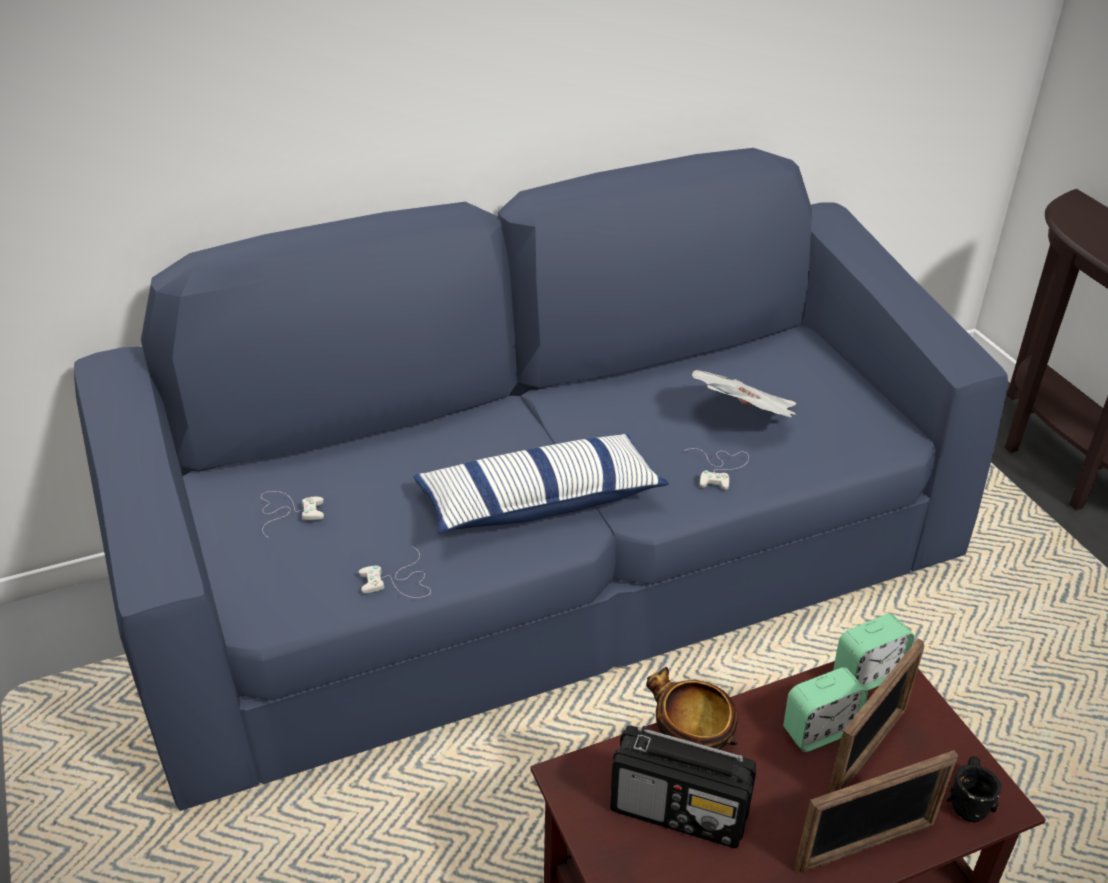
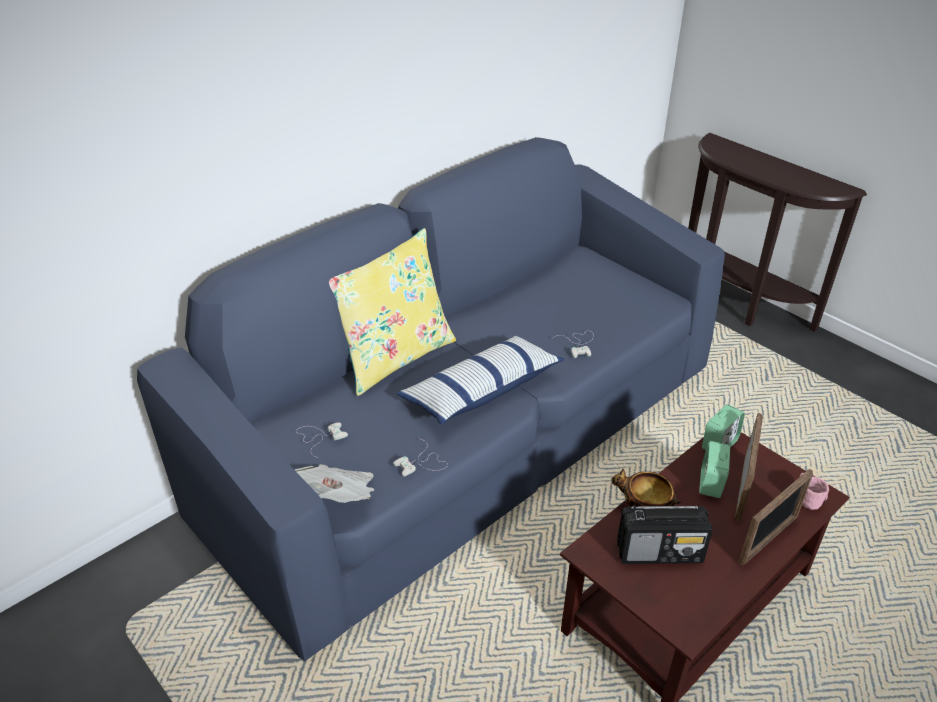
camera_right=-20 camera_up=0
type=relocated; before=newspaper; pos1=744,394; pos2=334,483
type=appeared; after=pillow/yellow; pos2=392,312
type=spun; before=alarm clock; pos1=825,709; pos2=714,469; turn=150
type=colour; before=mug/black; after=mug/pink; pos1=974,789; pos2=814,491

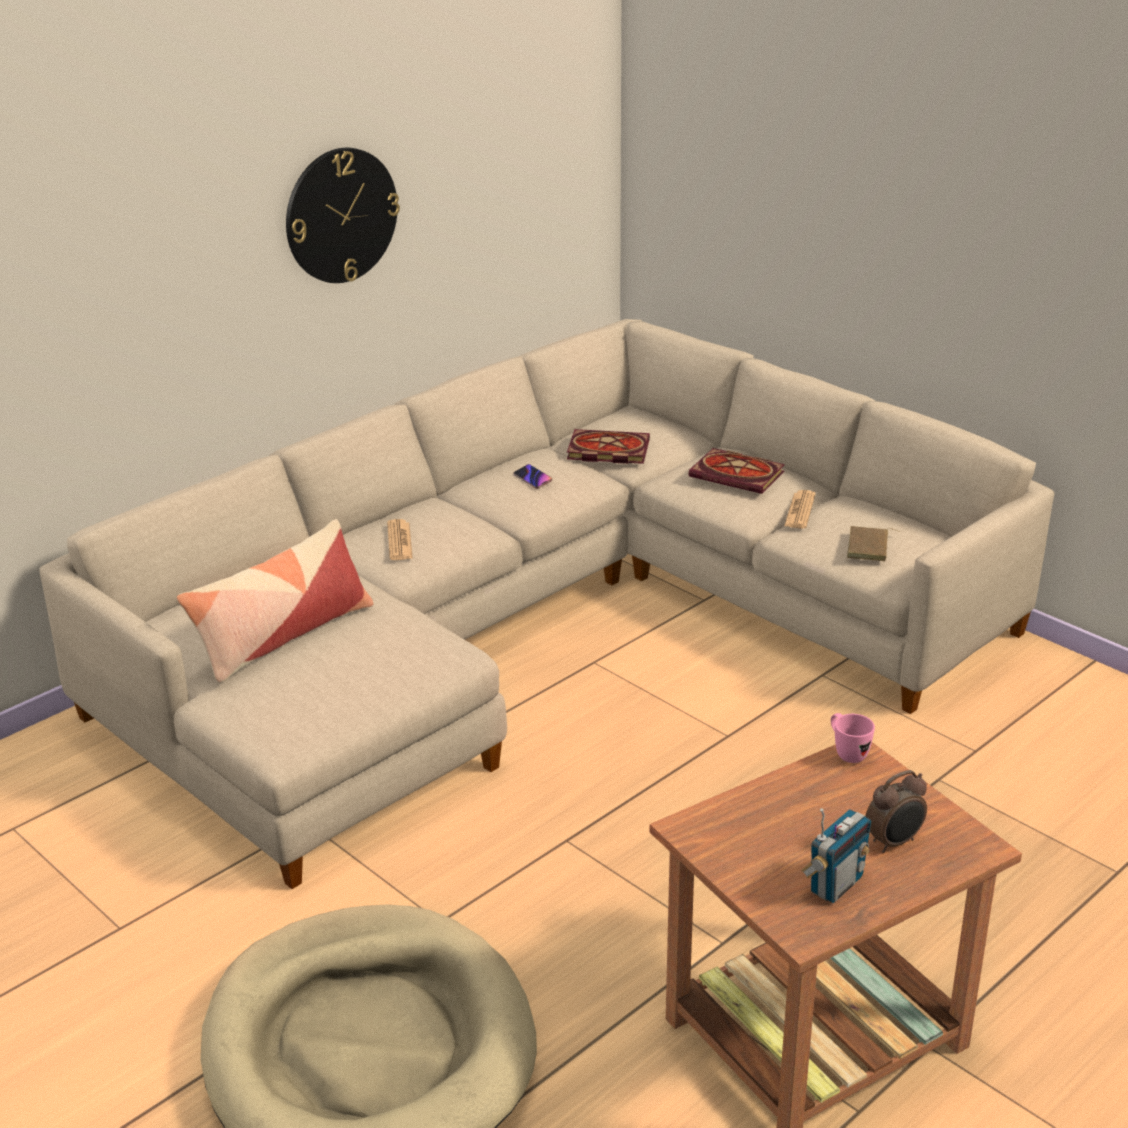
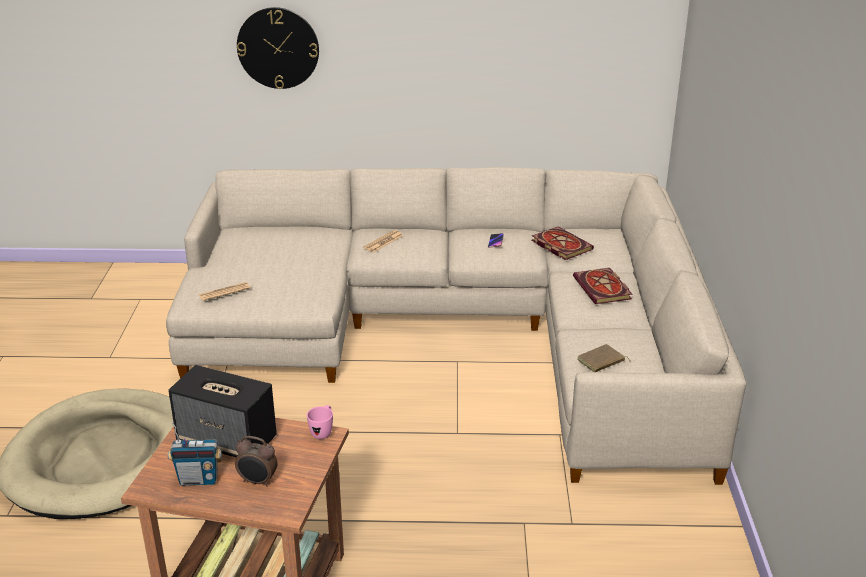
camera_right=45 camera_up=0
type=appeared; after=speaker; pos2=222,411
type=relocated; before=newspaper; pos1=799,509; pos2=224,291
type=relocated; before=wall clock; pos1=343,215; pos2=278,48
type=missing; before=pillow; pos1=274,601

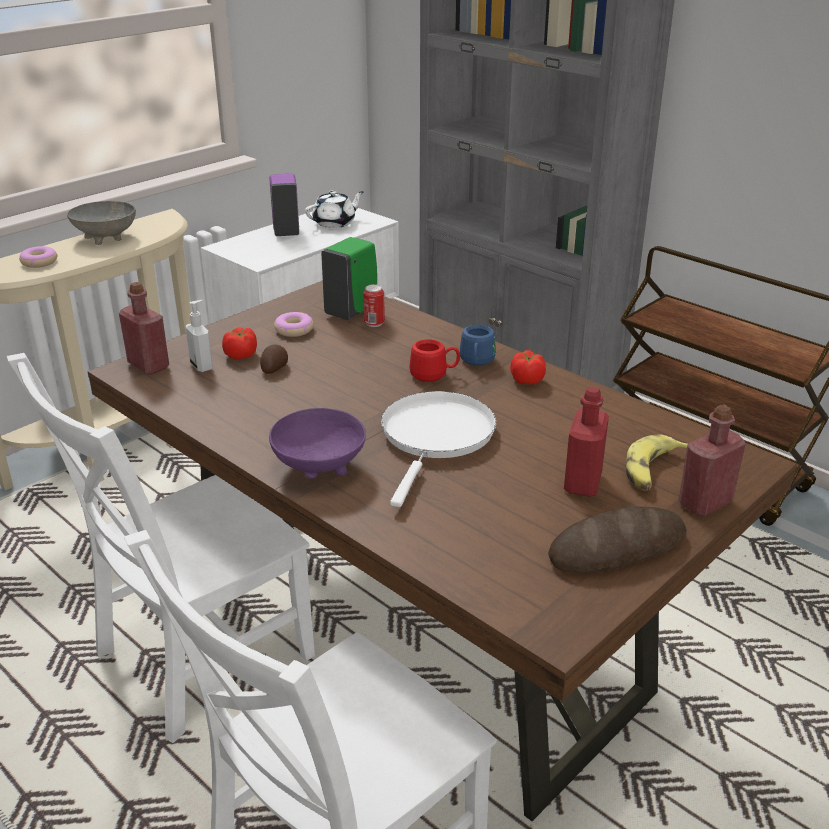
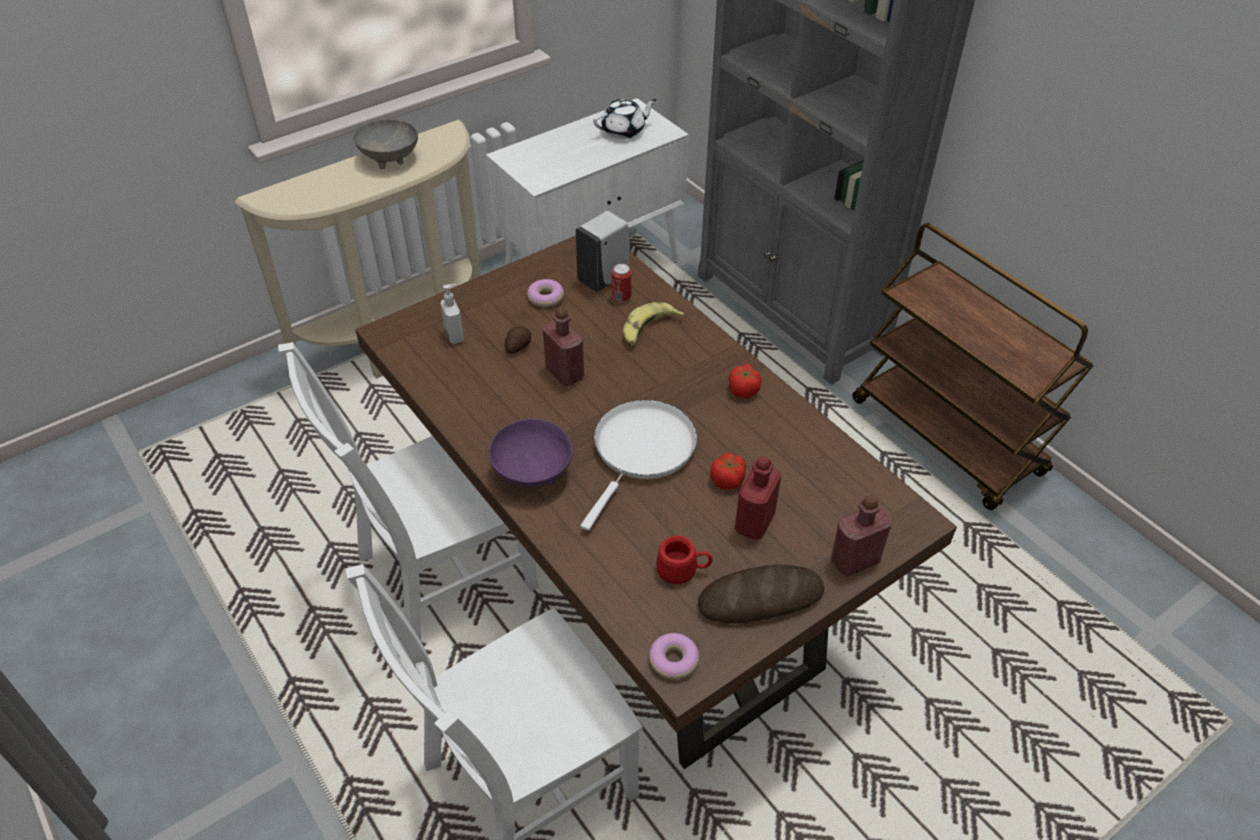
camera_right=10 camera_up=15
type=relocated; before=bottle/red; pos1=144,328; pos2=563,346
type=colour; before=soap dispenser/green; after=soap dispenser/white; pos1=349,278; pos2=602,251
type=relocated; before=banana; pos1=657,463; pos2=653,324
type=relocated; before=donut; pos1=38,257; pos2=674,656
type=relocated; before=mug/red; pos1=435,360; pos2=684,560
type=relocated; before=tomato; pos1=239,343; pos2=728,471
type=missing; before=soap dispenser/purple; pos1=284,205
type=missing; before=mug/blue; pos1=478,345

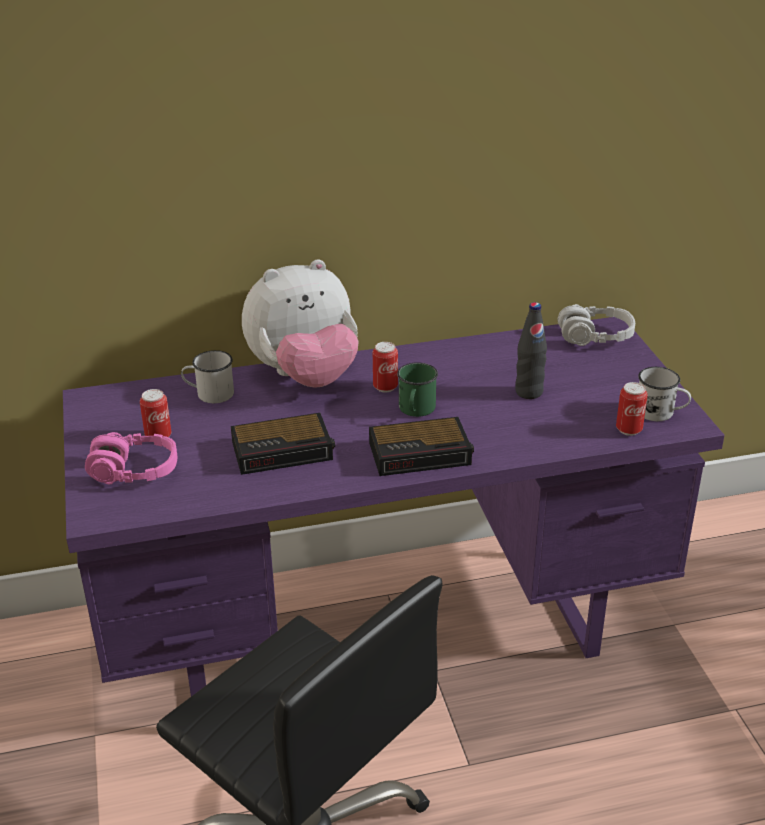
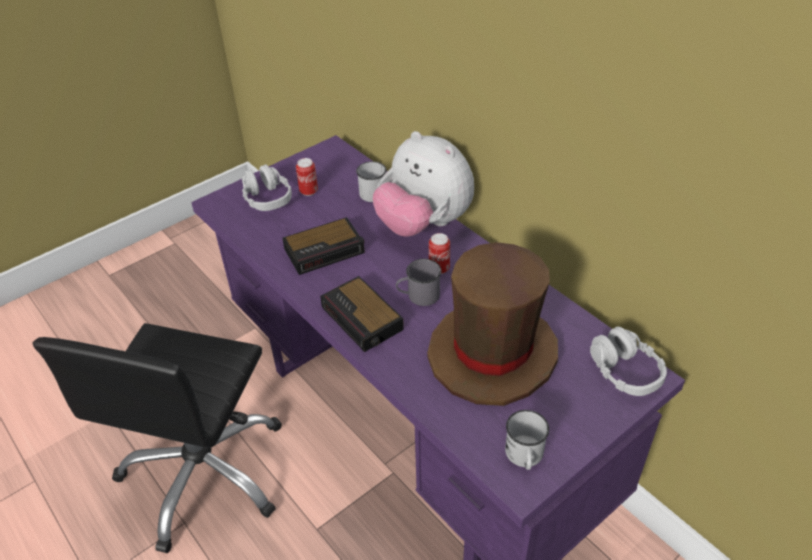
camera_right=65 camera_up=10
type=colour; before=headphones/pink; after=headphones/grey; pos1=131,458; pos2=266,188
type=spun; before=alarm clock; pos1=283,444; pos2=323,246; turn=-75
type=colour; before=mug/green; after=mug/grey; pos1=417,389; pos2=419,282
type=exchanged; before=bottle/black; after=hat/brown; pos1=531,350; pos2=492,324
type=missing; before=can; pos1=632,409

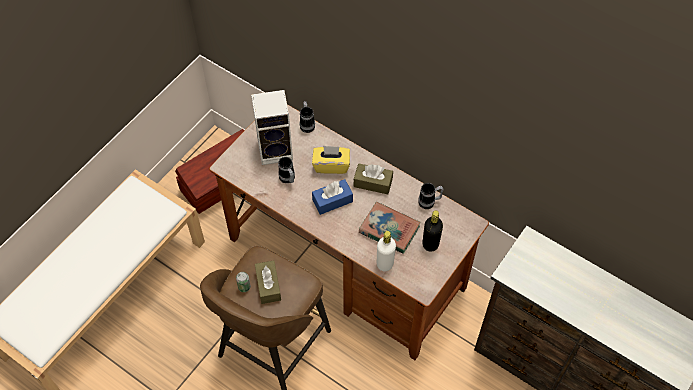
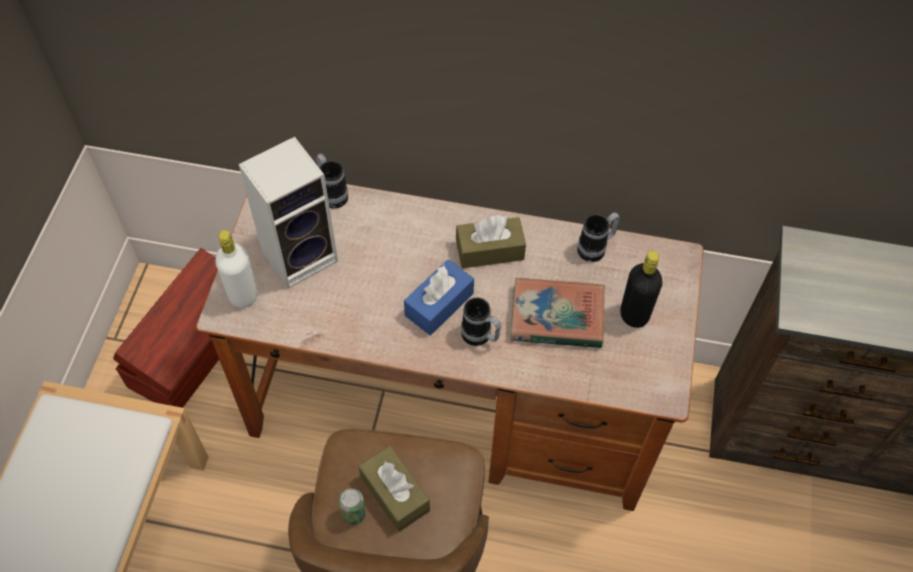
camera_right=-25 camera_up=0
type=relocated; before=bottle/white; pos1=386,251; pos2=236,269
type=relocated; before=mug; pos1=286,170; pos2=481,321
type=missing; before=tissue box/yellow; pos1=331,159

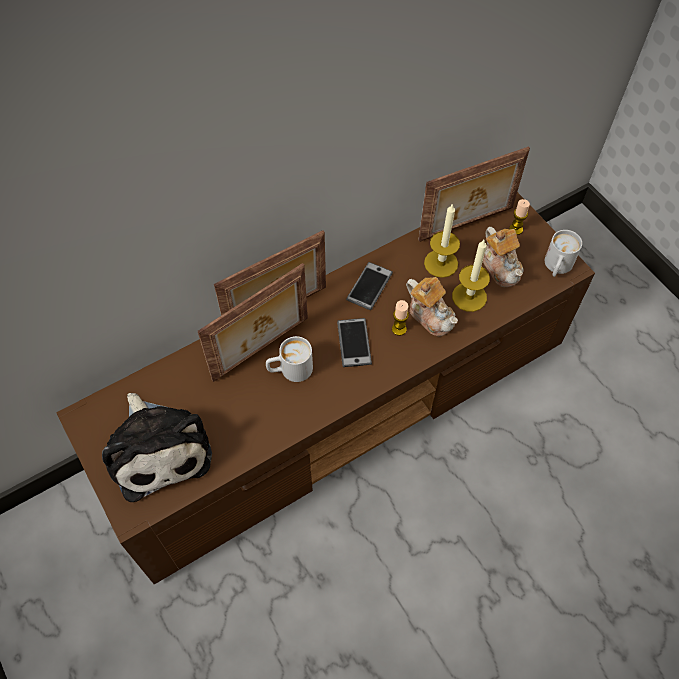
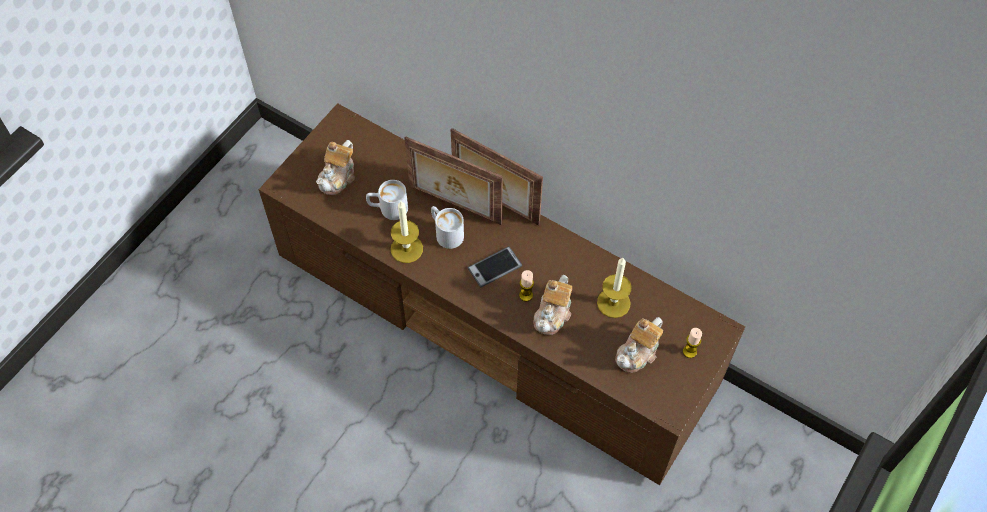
camera_right=65 camera_up=0
type=exchanged; before=plush toy; after=teapot; pos1=157,447; pos2=335,167
type=relocated; before=mug/white; pos1=563,253; pos2=387,200
type=relocated; before=candle; pos1=471,276; pos2=407,232
type=missing; before=phone; pos1=369,286
type=missing; before=picture frame; pos1=474,194

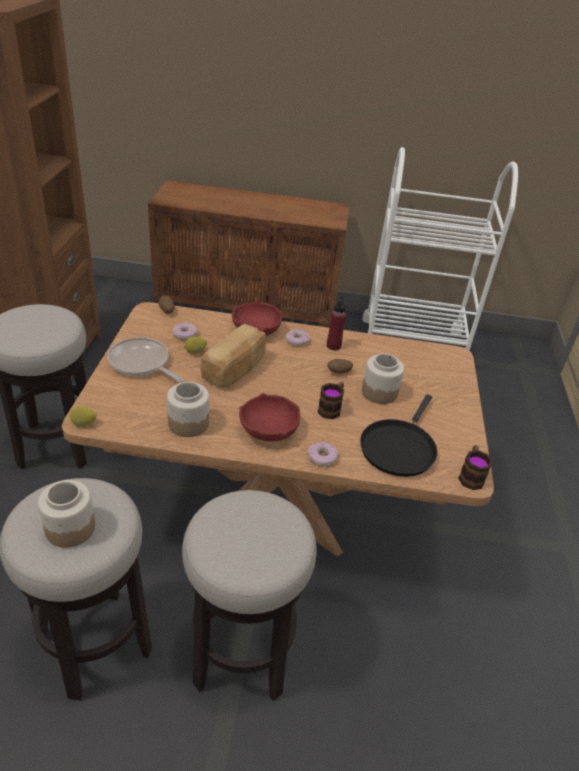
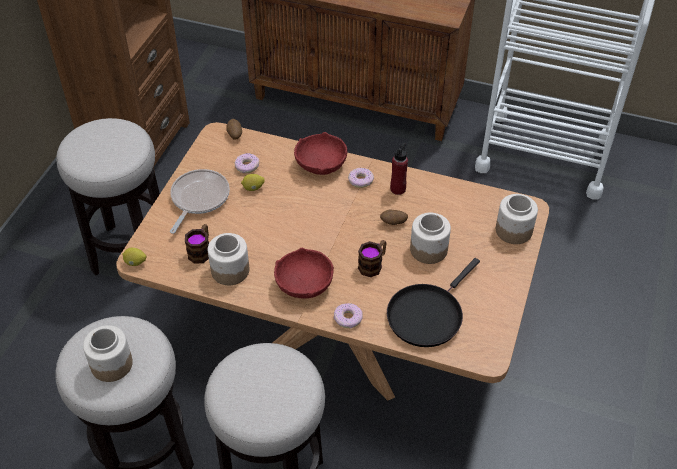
camera_right=15 camera_up=10
type=spun; before=frying pan; pos1=145,359; pos2=200,201; turn=60
type=relocated; before=mug; pos1=475,467; pos2=197,244
type=appeared; after=jar; pos2=517,219
type=missing; before=bread; pos1=233,355

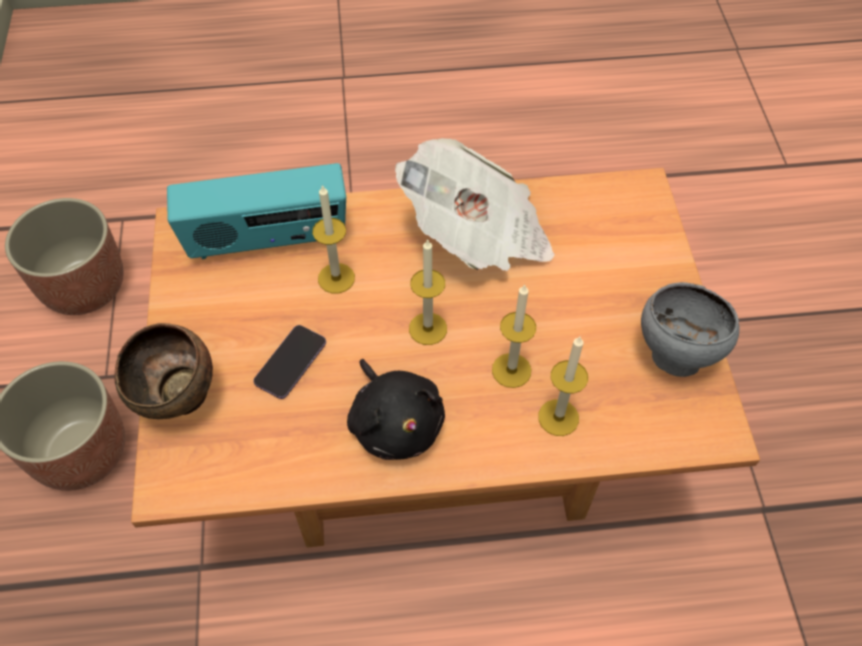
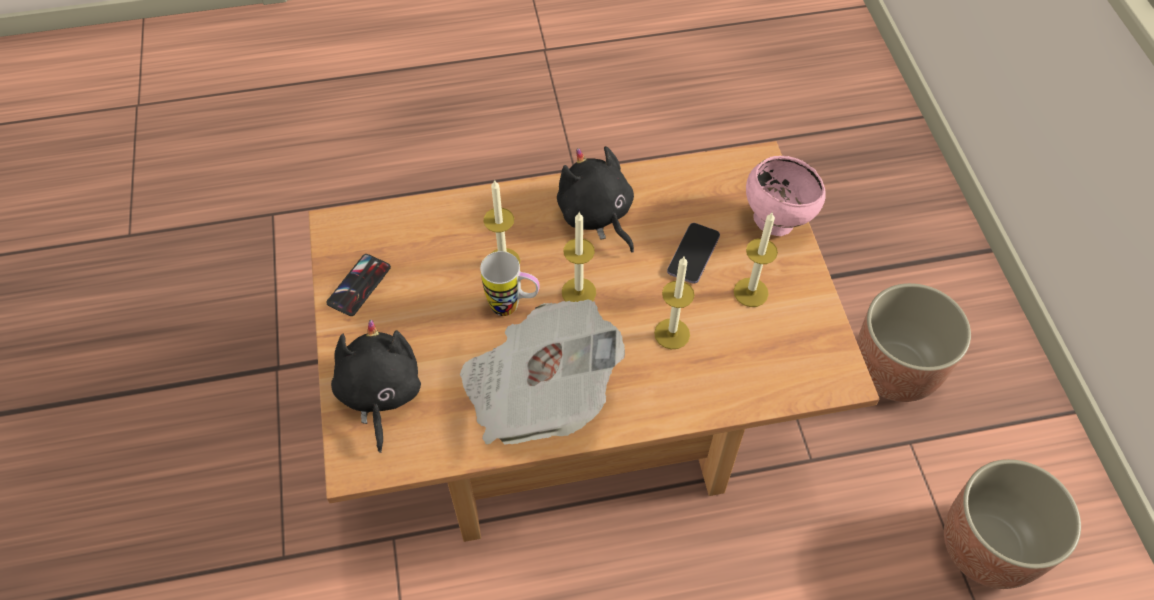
camera_right=175 camera_up=0
type=exchanged; before=bowl/grey; after=phone; pos1=690,329; pos2=358,285
type=appeared; after=plush toy/black; pos2=376,386
type=appeared; after=mug; pos2=509,283
type=relocated; before=candle; pos1=563,386; pos2=756,260
type=colour; before=bowl/brown; after=bowl/pink; pos1=164,371; pos2=786,196
type=missing; before=radio; pos1=256,211

